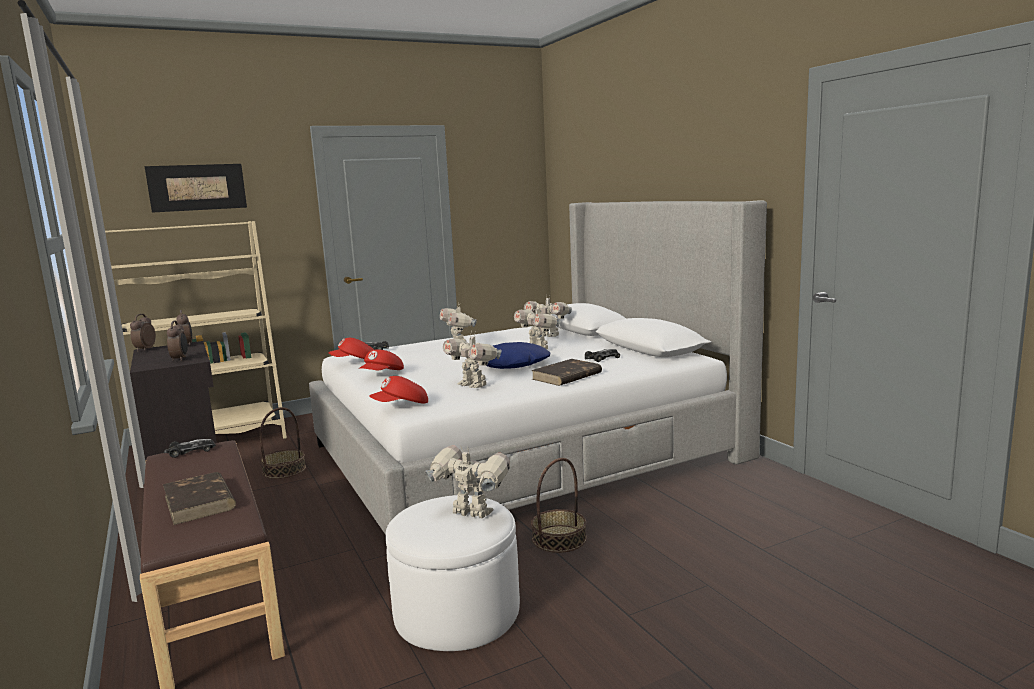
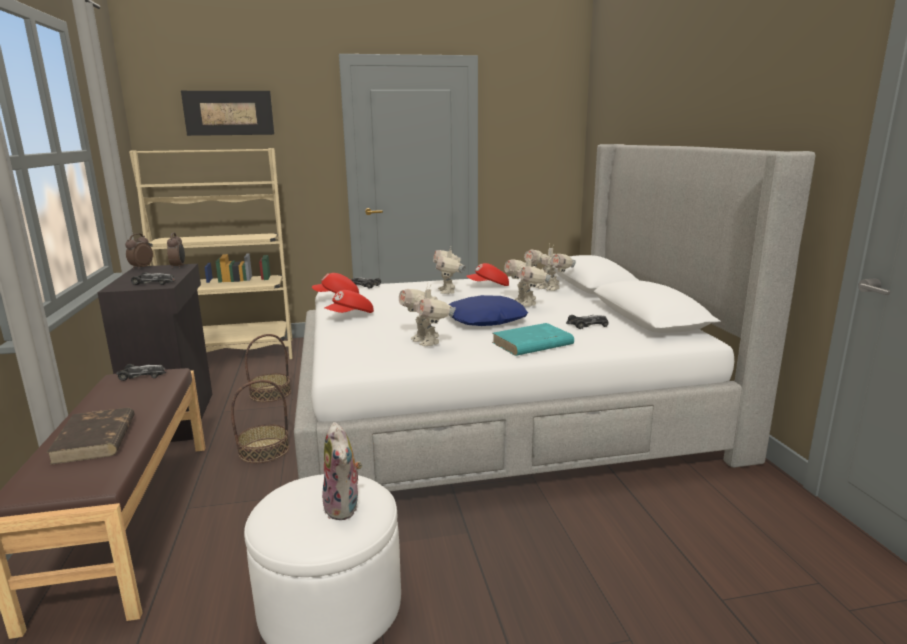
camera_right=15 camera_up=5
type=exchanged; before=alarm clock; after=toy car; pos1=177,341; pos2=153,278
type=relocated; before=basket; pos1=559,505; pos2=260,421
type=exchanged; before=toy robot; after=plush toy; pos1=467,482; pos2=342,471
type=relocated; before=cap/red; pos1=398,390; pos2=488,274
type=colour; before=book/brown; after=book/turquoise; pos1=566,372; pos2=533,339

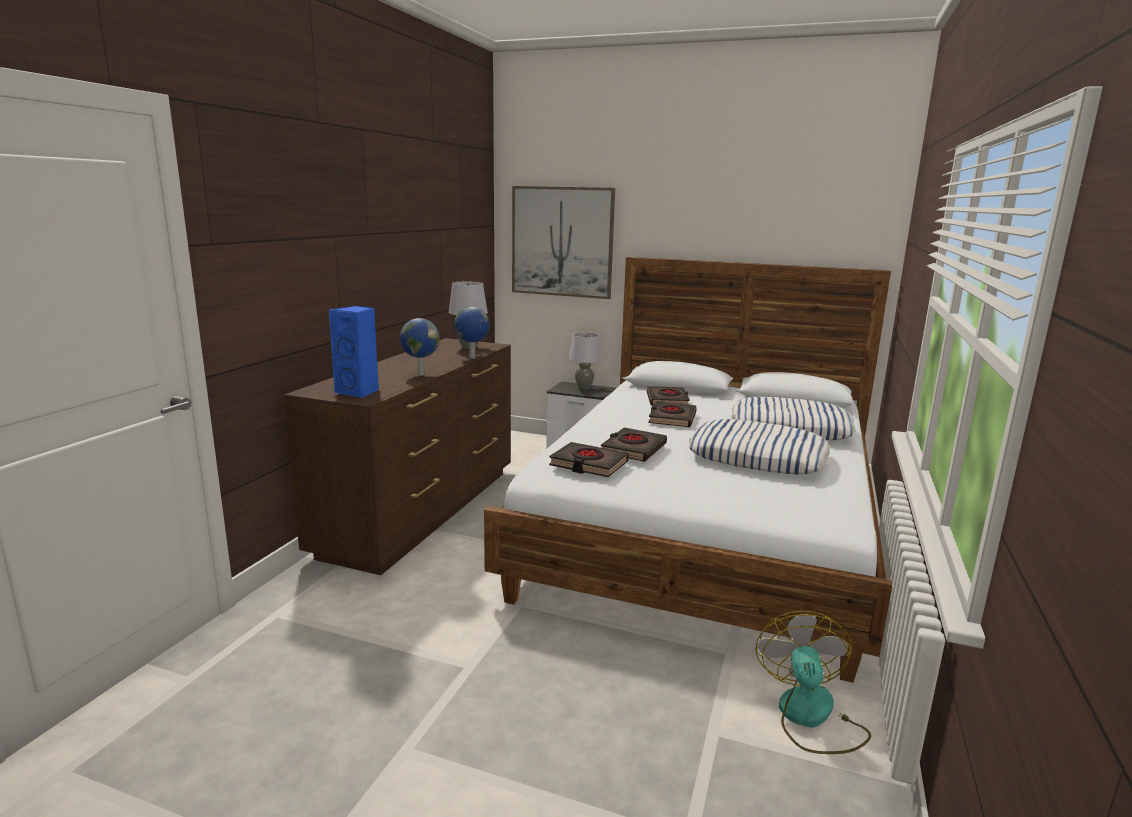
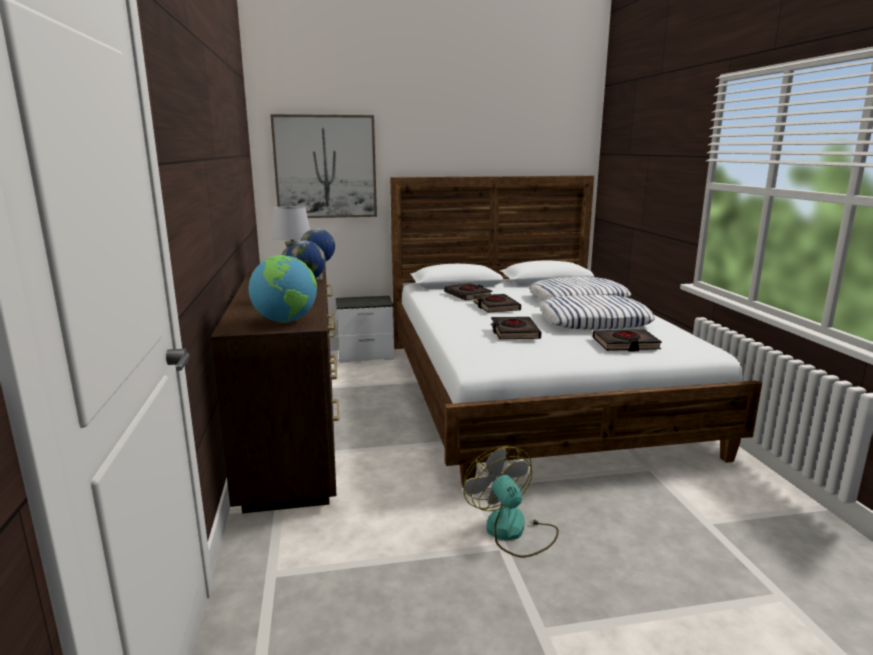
camera_right=-30 camera_up=0
type=exchanged; before=speaker/blue; after=globe; pos1=353,352; pos2=283,289
type=relocated; before=fan; pos1=813,682; pos2=511,502
type=relocated; before=book/black; pos1=589,459; pos2=627,340
type=missing; before=table lamp/grey; pos1=585,361

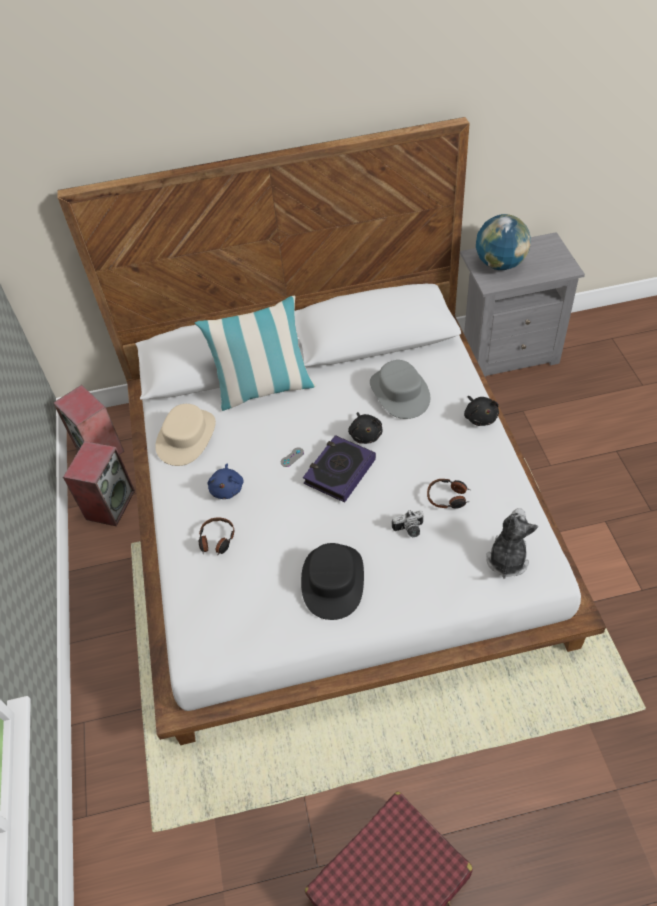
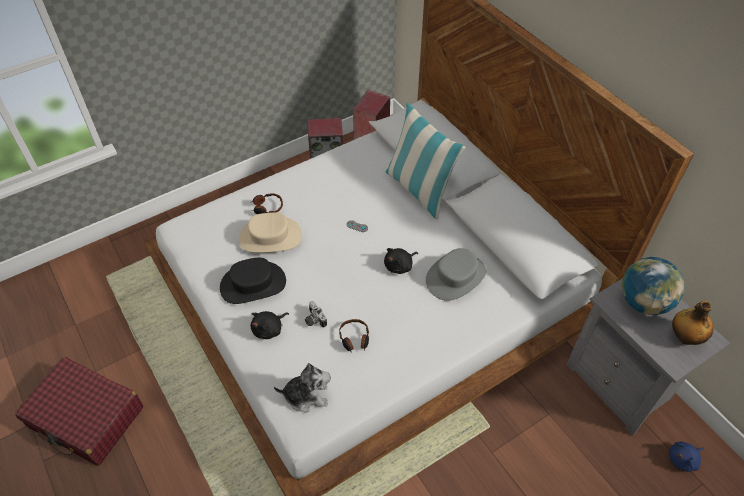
camera_right=65 camera_up=0
type=relocated; before=hat/beige; pos1=185,435; pos2=270,232
type=relocated; before=plush toy/black; pos1=481,411; pos2=270,325
type=relocated; before=plush toy/blue; pos1=225,481; pos2=686,457
type=appeared; after=bottle; pos2=692,323
type=missing; before=book; pos1=339,468

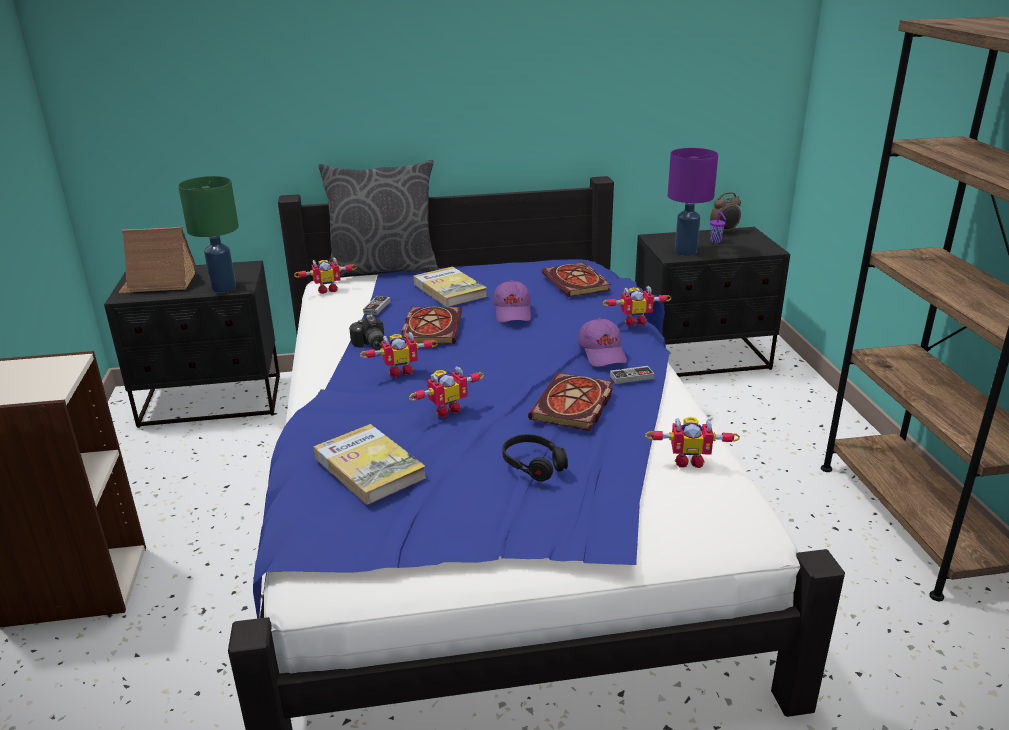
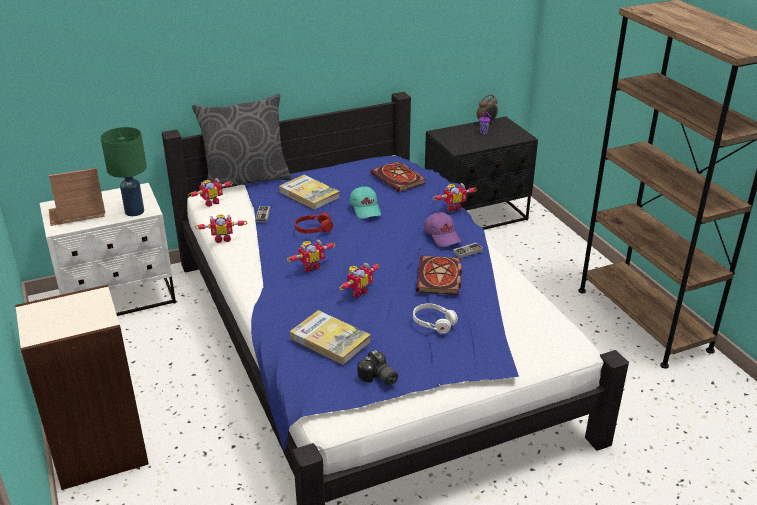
camera_right=-15 camera_up=5
type=colour; before=nightstand/black; after=nightstand/white; pos1=192,344; pos2=107,249
type=relocated; before=toy robot; pos1=692,442; pos2=221,228
type=exchanged; before=book; after=headphones/red; pos1=432,325; pos2=314,223
type=colour; before=cap/purple; after=cap/turquoise; pos1=512,301; pos2=365,202
type=relocated; before=photo camera; pos1=366,332; pos2=377,367
type=colour; before=headphones/black; after=headphones/white; pos1=535,458; pos2=435,318
type=missing; before=table lamp/purple; pos1=693,202

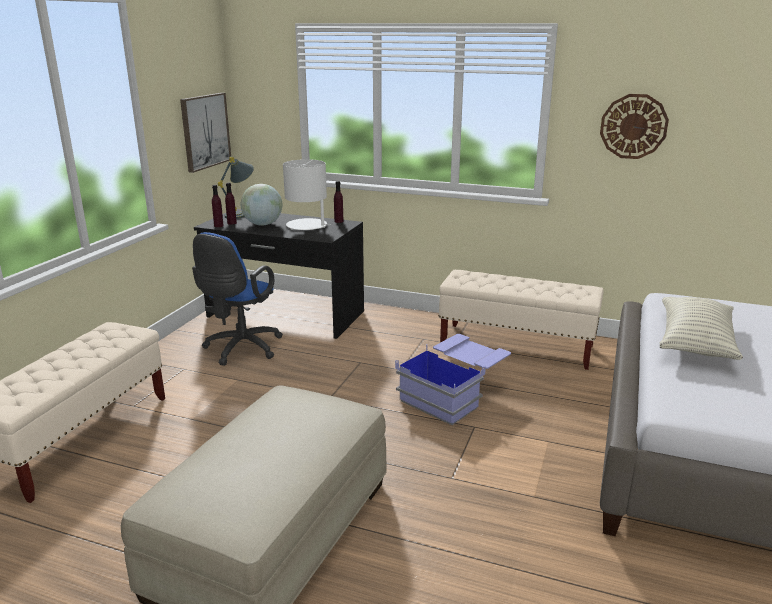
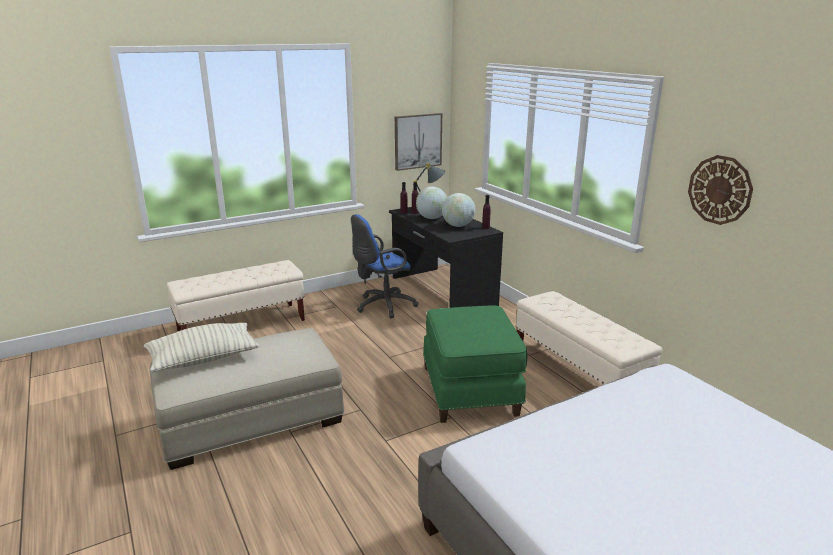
camera_right=40 camera_up=0
type=relocated; before=pillow; pos1=701,328; pos2=201,347
type=exchanged; before=storage box/blue; after=ottoman/green; pos1=453,379; pos2=475,364
type=exchanged; before=table lamp/white; after=globe; pos1=307,194; pos2=459,210

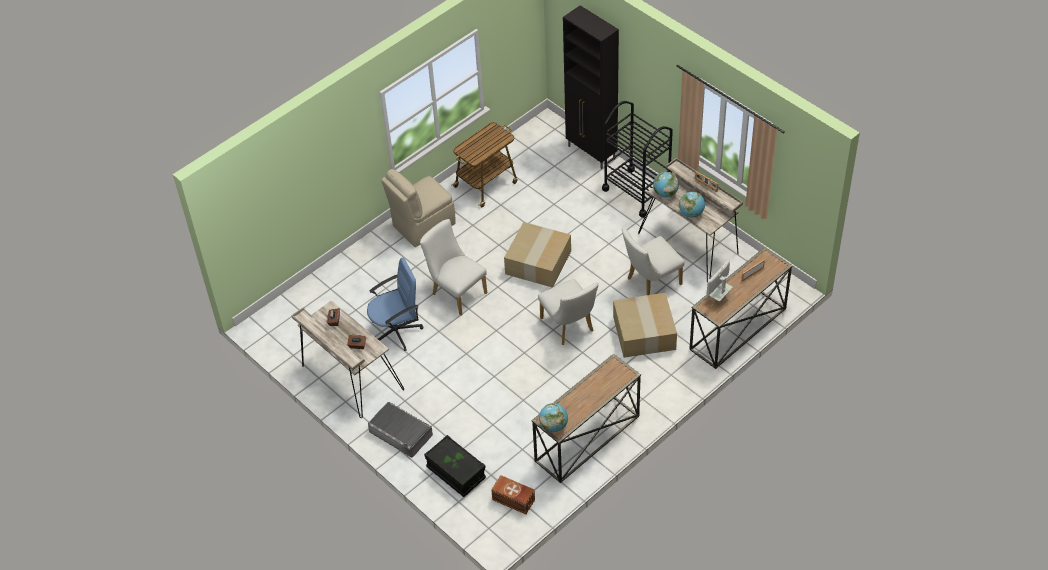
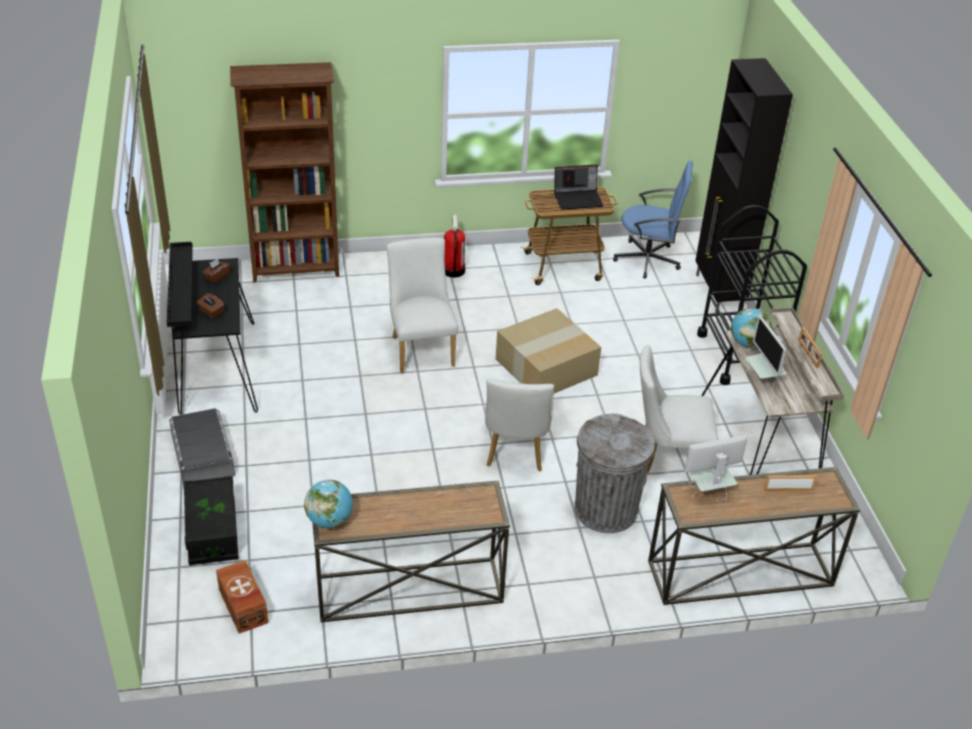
camera_right=30 camera_up=-10
type=colour; before=desk/beige; after=desk/black; pos1=347,359; pos2=212,328
type=appeared; after=bookcase/brown; pos2=284,172
type=exchanged; before=chair/beige; after=fire extinguisher; pos1=418,208; pos2=454,246
type=appeared; after=laptop; pos2=578,187
type=exchanged; before=cardboard box; after=trash can/grey; pos1=645,325; pos2=614,473
type=relocated; before=office chair/blue; pos1=395,304; pos2=653,220
type=exchanged; before=globe; after=monitor; pos1=692,205; pos2=766,354

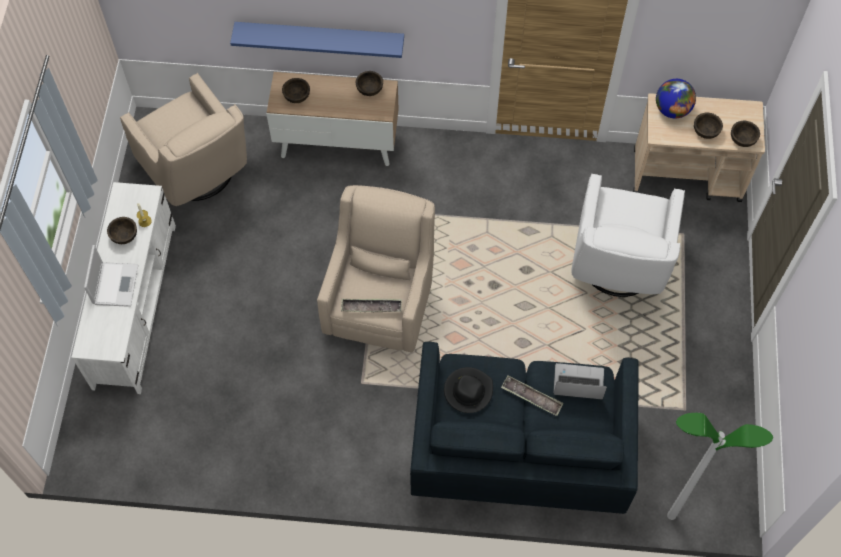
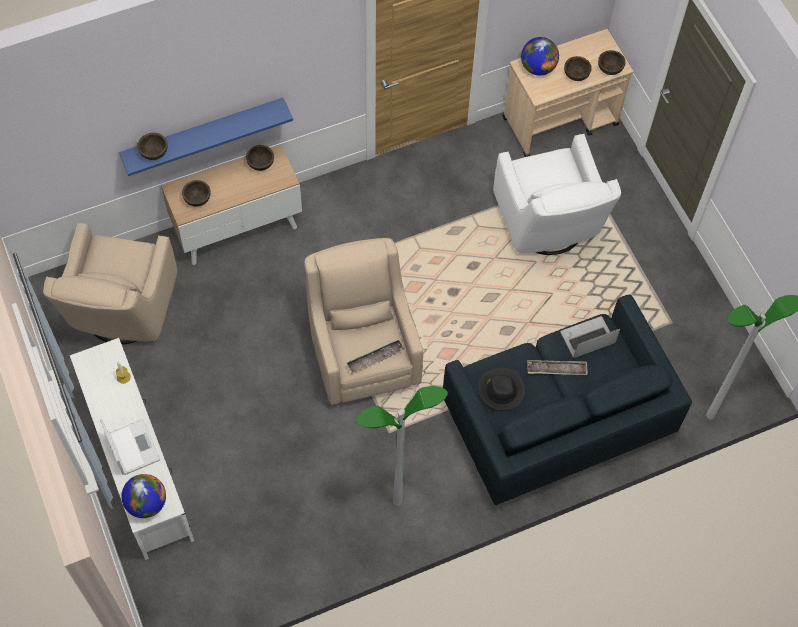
camera_right=-30 camera_up=0
type=spun; before=armchair/beige; pos1=183,139; pos2=110,283; turn=75
type=appeared; after=globe; pos2=143,496
type=relocated; before=bowl/brown; pos1=122,230; pos2=152,146
type=appeared; after=floor lamp; pos2=402,446

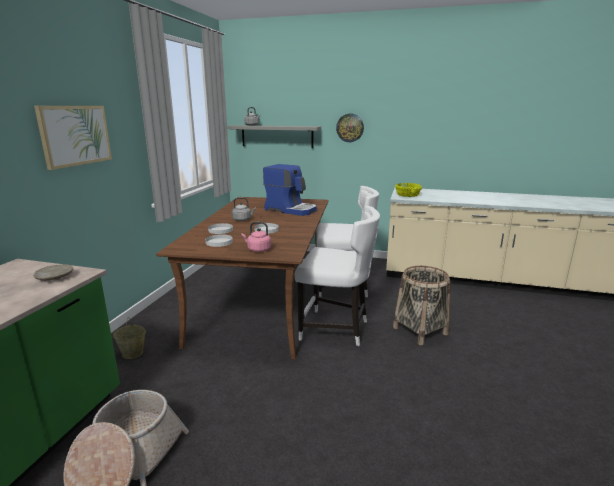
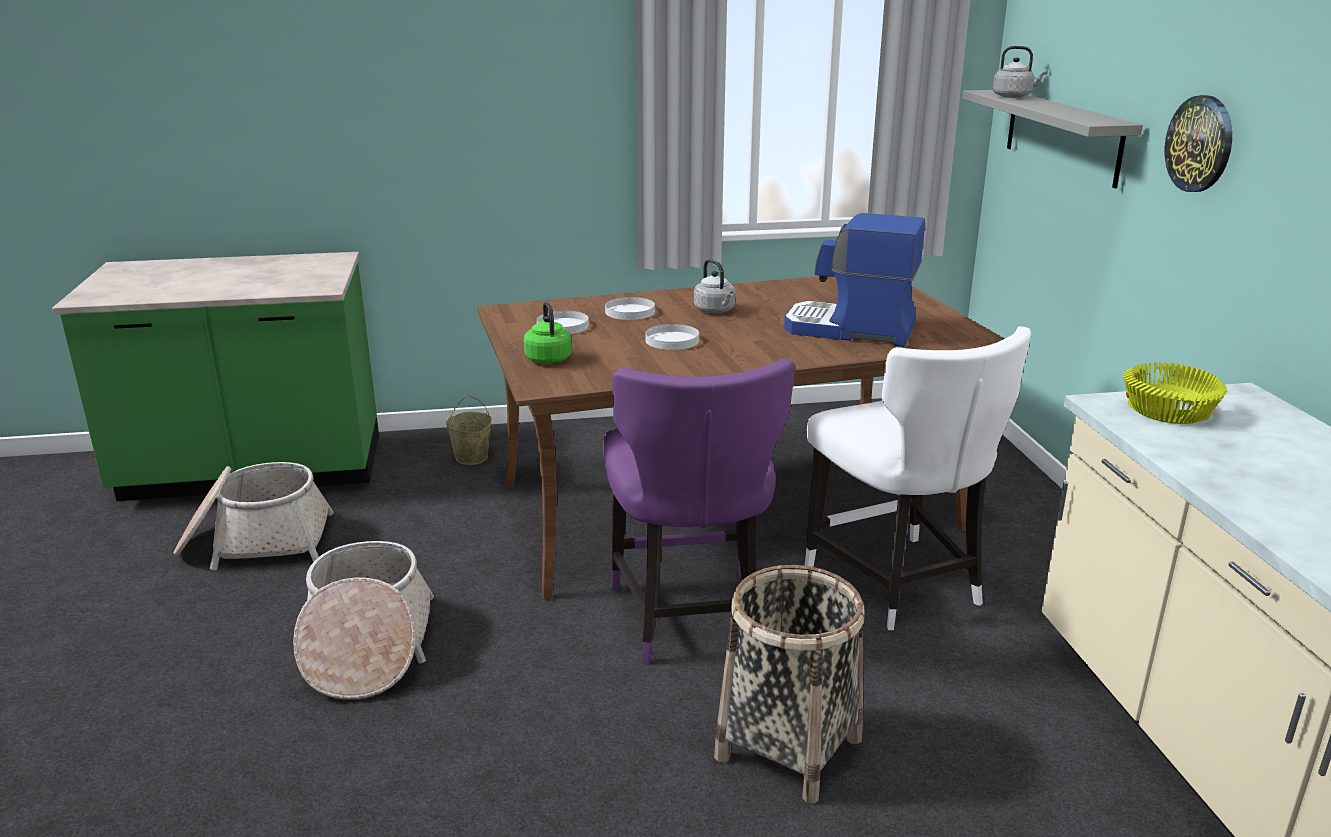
camera_right=65 camera_up=5
type=appeared; after=basket; pos2=363,620
type=colour; before=kettle/pink; after=kettle/green; pos1=256,237; pos2=548,332
type=colour; before=chair/white; after=chair/purple; pos1=337,276; pos2=699,511
type=spun; before=coffee machine; pos1=290,190; pos2=854,280; turn=105
type=missing; before=plate/beige; pos1=53,272
type=missing; before=picture; pos1=73,138

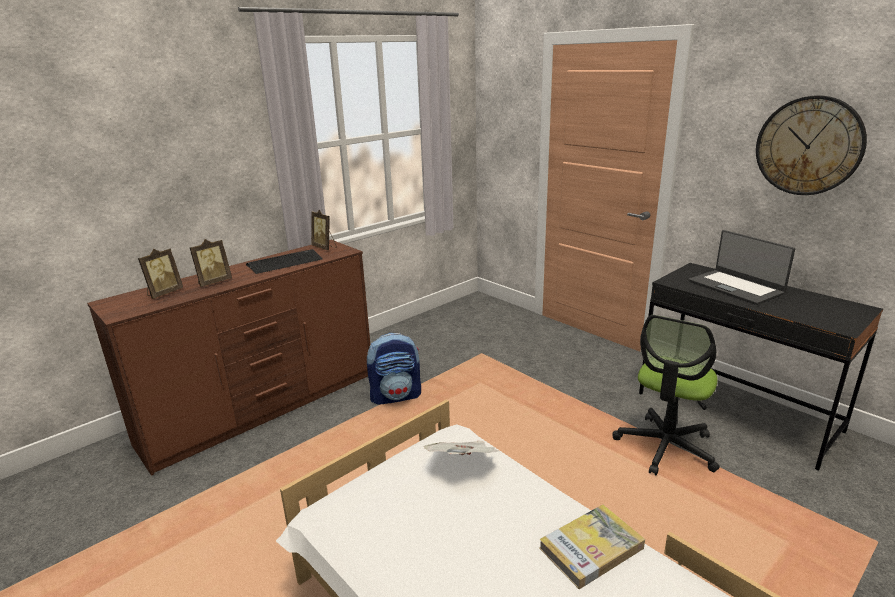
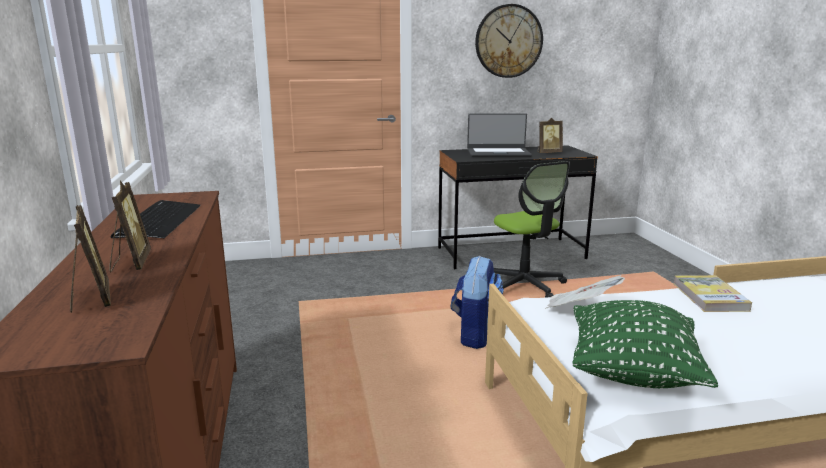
camera_right=-60 camera_up=-5
type=relocated; before=backpack; pos1=393,369; pos2=477,302
type=relocated; before=picture frame; pos1=324,230; pos2=550,135
type=appeared; after=pillow/green; pos2=645,344

